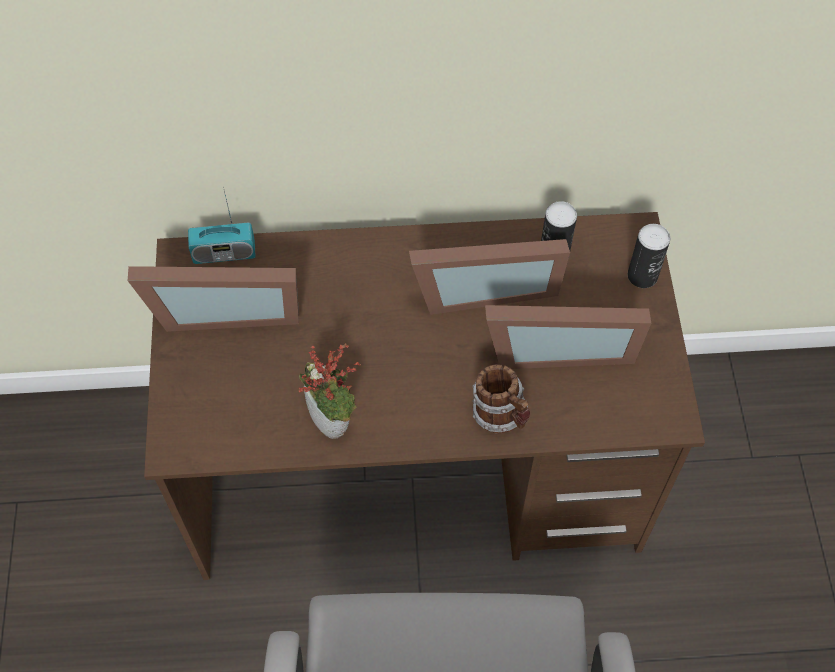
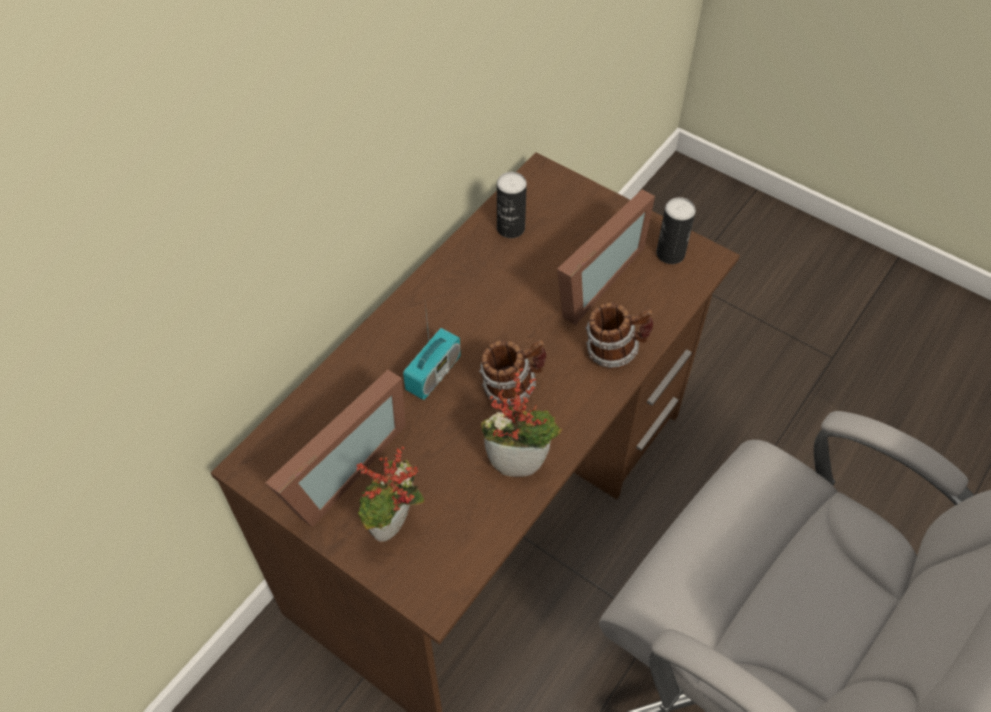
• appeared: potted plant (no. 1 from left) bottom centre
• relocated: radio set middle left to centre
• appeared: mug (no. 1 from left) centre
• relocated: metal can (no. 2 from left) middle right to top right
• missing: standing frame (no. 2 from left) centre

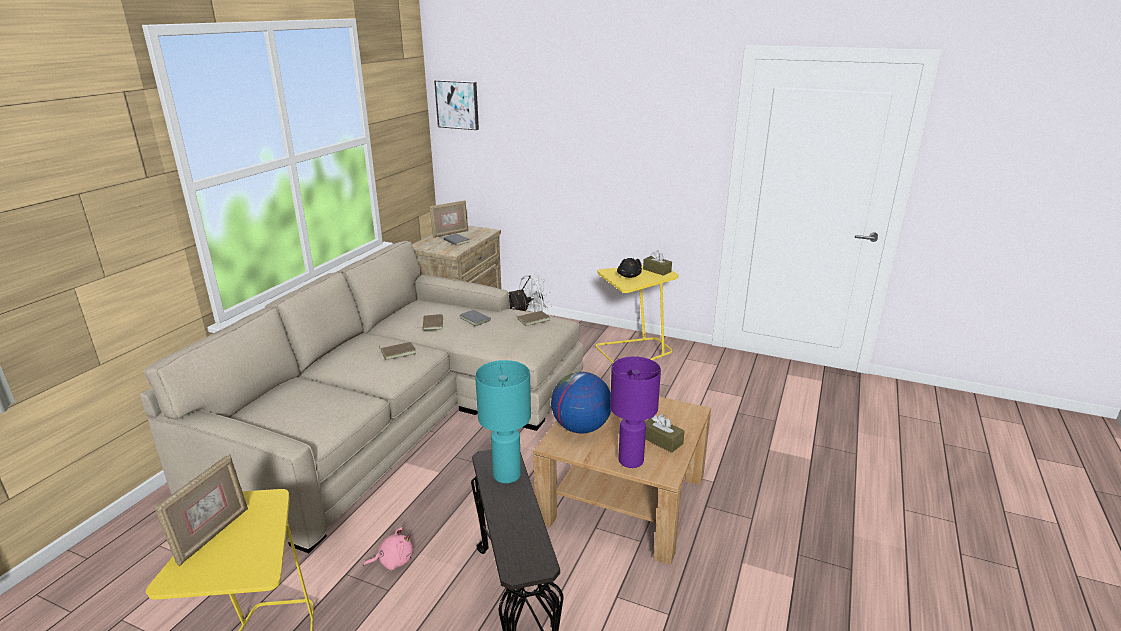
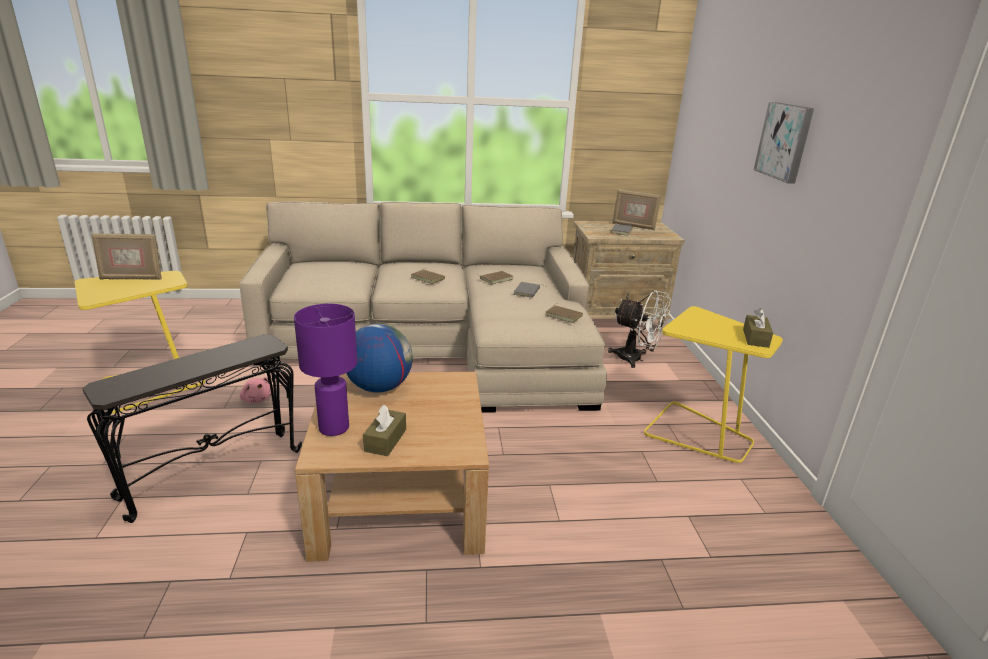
• relocated: picture top centre to top right
• missing: tabletop lamp (turquoise) bottom centre
• missing: cuddly toy (black) centre

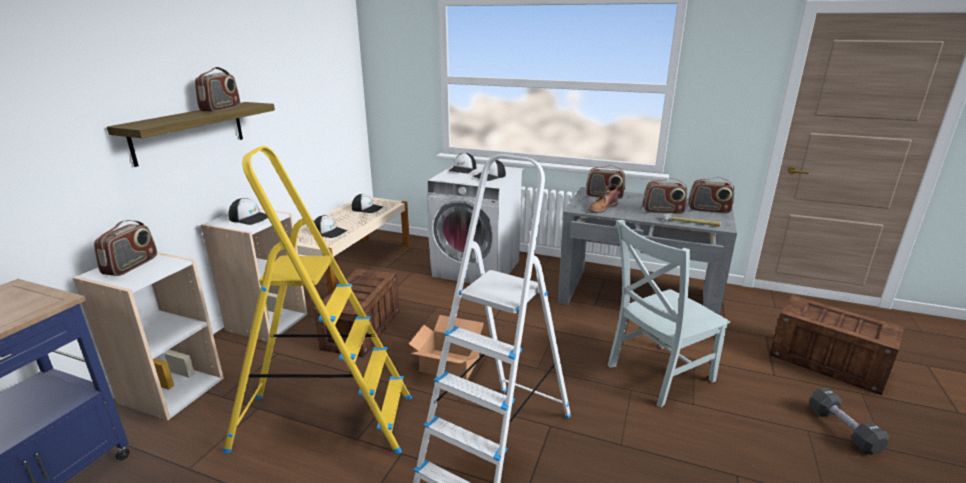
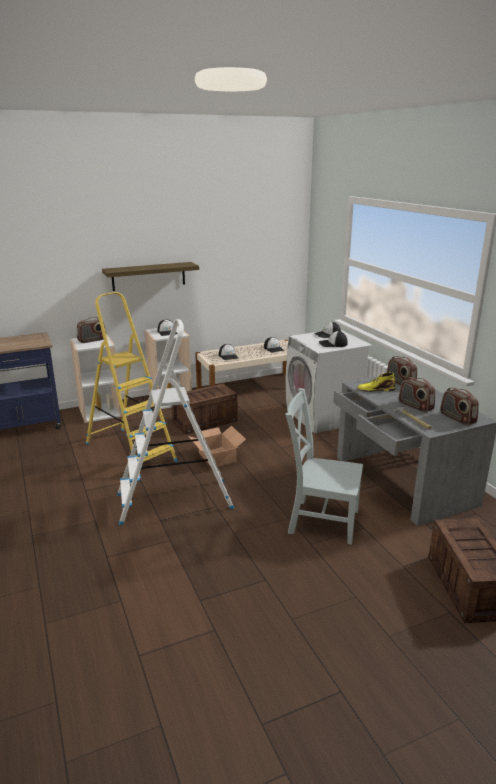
• colour: tall boot (brownish) centre to tall boot (yellowish) middle right
• missing: radio set (no. 2 from left) top left
• missing: hand weight (black) bottom right

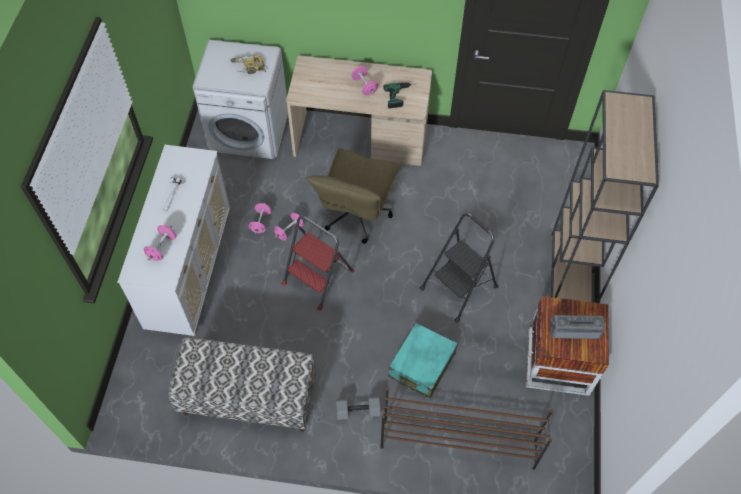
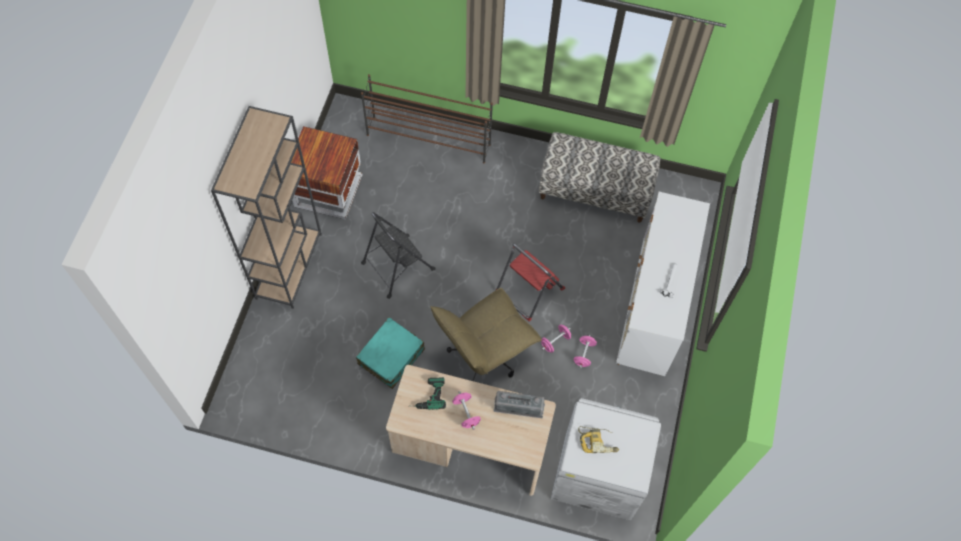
• relocated: suitcase (turquoise) bottom centre to centre
• spun: computer chair (beige) centre = centre 150 degrees counterclockwise
• relocated: radio set middle right to bottom centre
• missing: hand weight (pink-coloured) (no. 1 from left) middle left
• missing: hand weight (gray) bottom centre

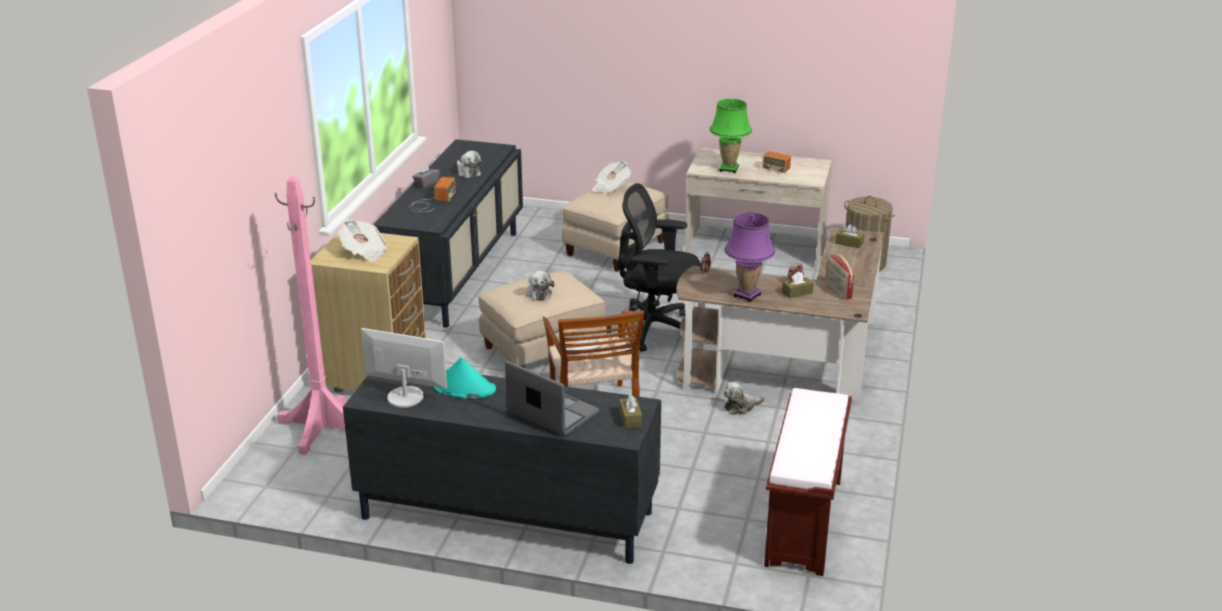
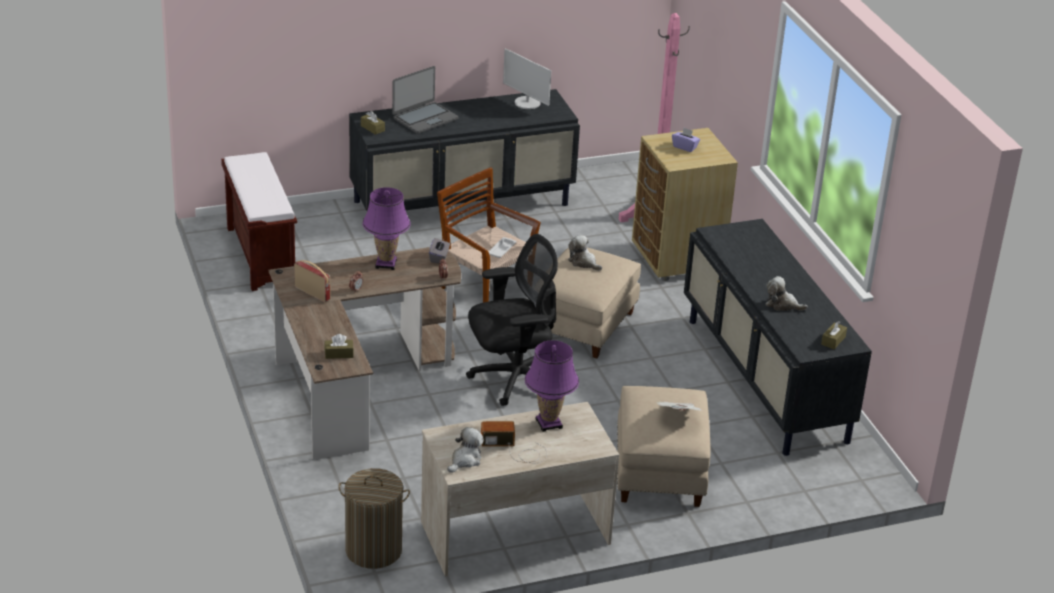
• spun: notebook computer centre = top centre 45 degrees counterclockwise
• relocated: tissue box (gray) top centre to centre
• relocated: cuddly toy (no. 3 from left in the first image) centre to cuddly toy (no. 1 from left) bottom centre
• spun: monitor middle left = top centre 60 degrees clockwise
• colour: tabletop lamp (green) top centre to tabletop lamp (purple-coloured) (no. 2 from left) centre
• exchanged: printed paper (no. 1 from left) middle left to tissue box (purple-coloured) top centre
• relocated: tissue box (brownish) (no. 2 from left in the first image) centre to tissue box (brownish) (no. 3 from left) middle right
• missing: radio set (no. 1 from left) top centre
• missing: clothing hat (turquoise) centre

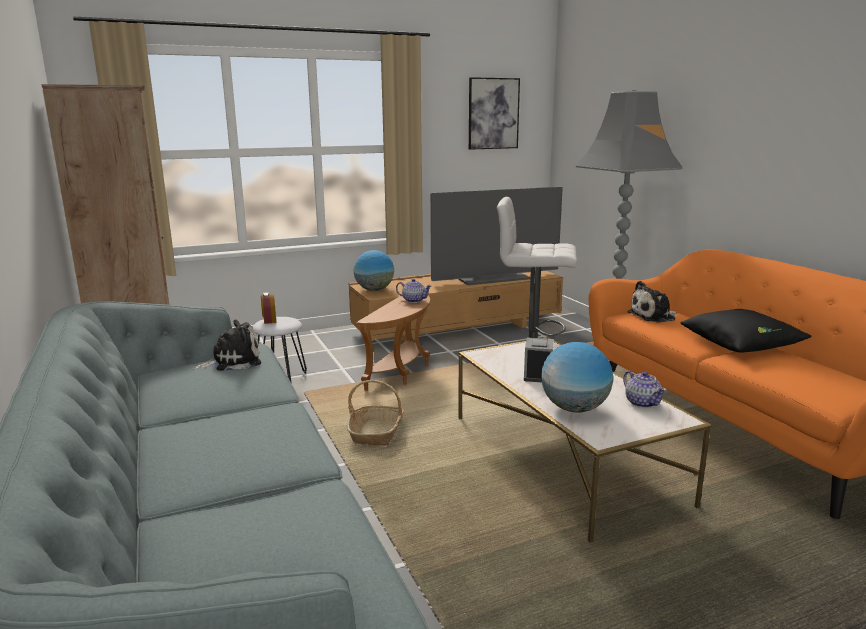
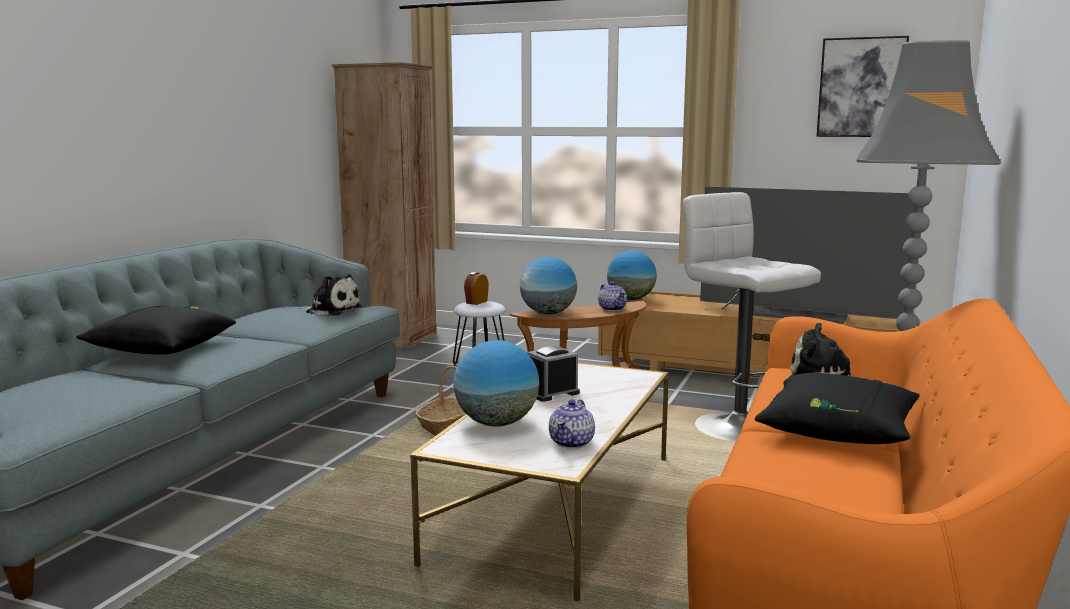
• appeared: pillow (black) (no. 1 from left) middle left
• appeared: world globe (no. 2 from left) centre

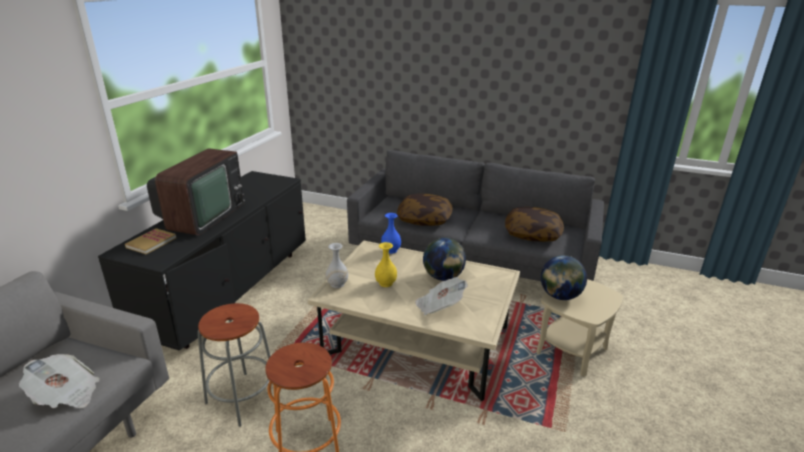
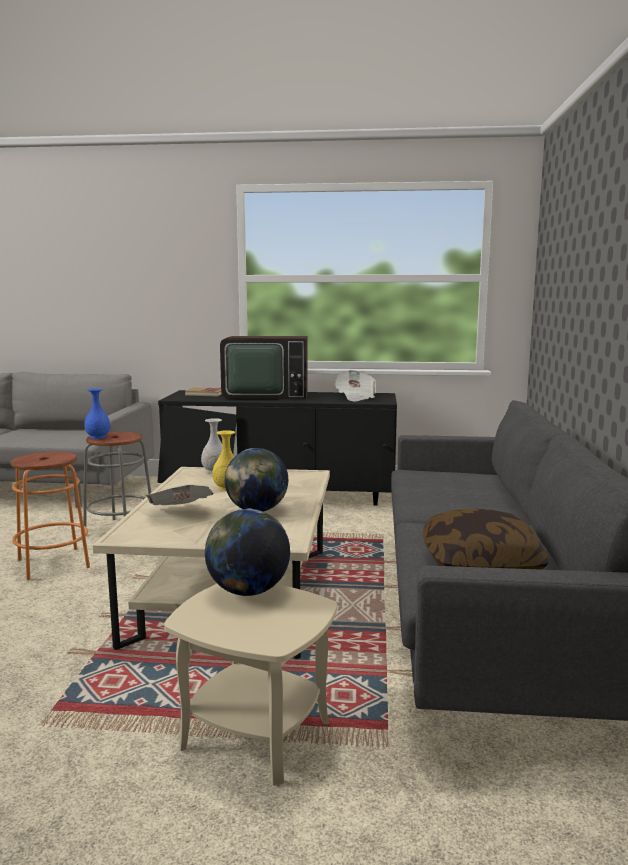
• relocated: flower vase (blue-coloured) centre to middle left
• relocated: printed paper (no. 1 from left in the first image) bottom left to printed paper (no. 2 from left) centre
• missing: pillow (no. 1 from left) centre

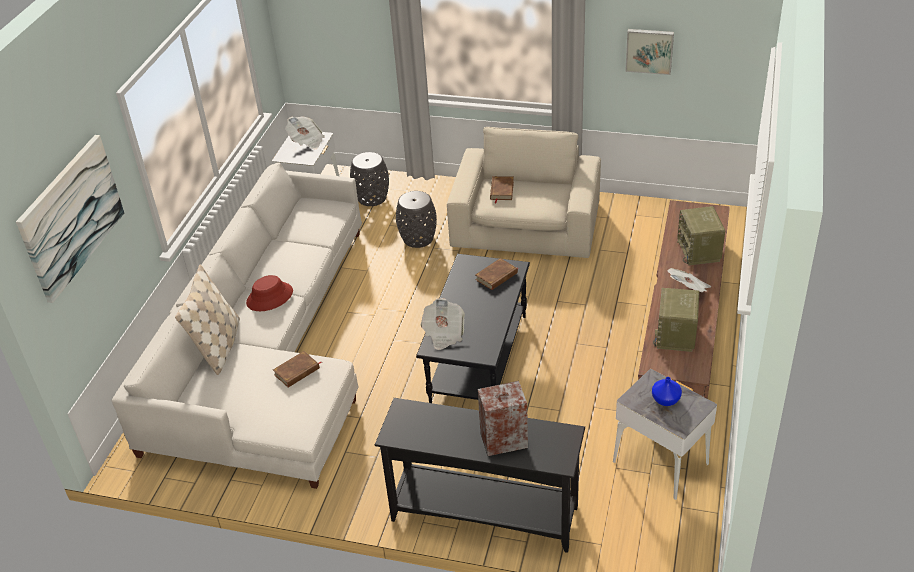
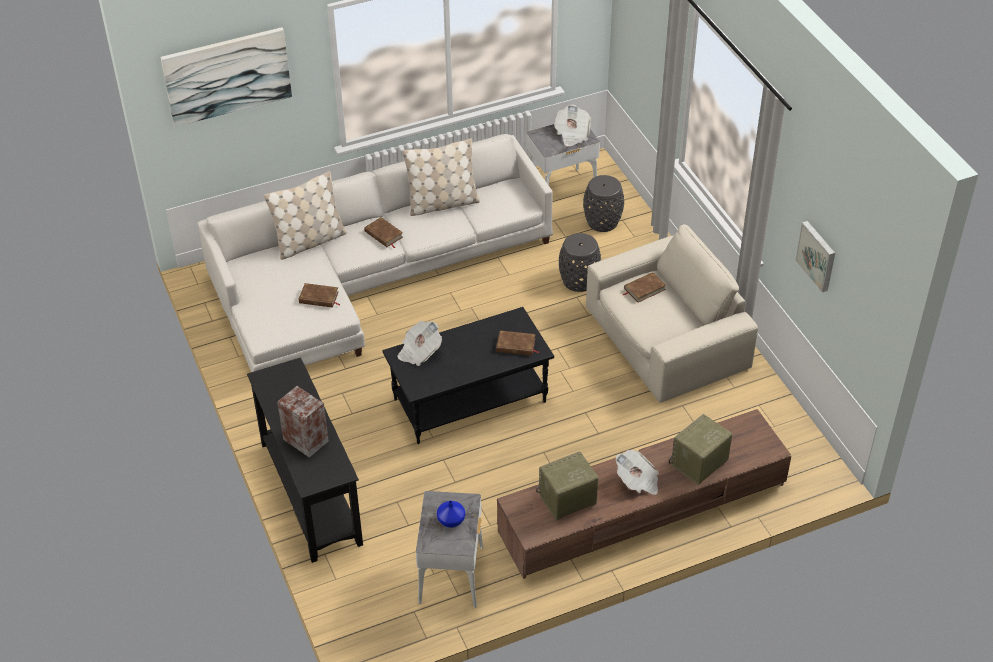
• exchanged: clothing hat (red) middle left to bound book (brownish) (no. 2 from left) centre
• appeared: pillow (beige) (no. 2 from left) top centre

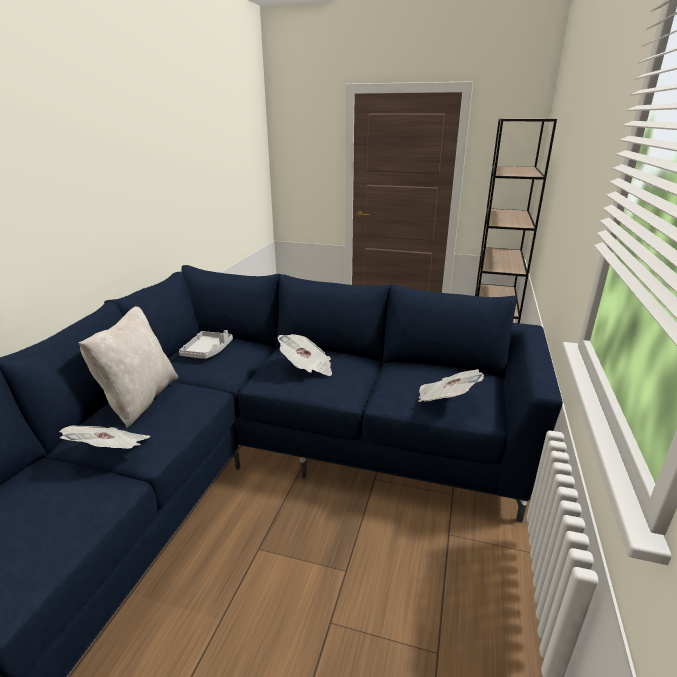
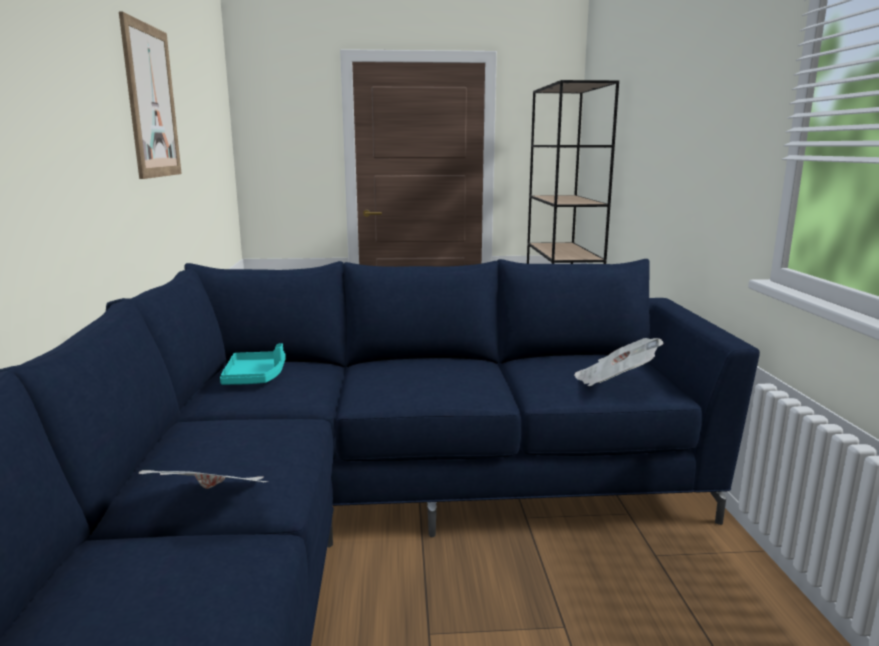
• appeared: picture top left
• colour: carrying tray (gray) middle left to carrying tray (turquoise) middle left
• missing: pillow (beige) middle left
• missing: printed paper (no. 2 from left) centre

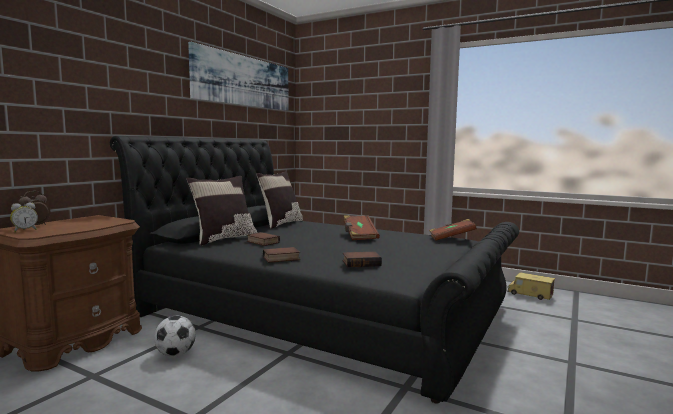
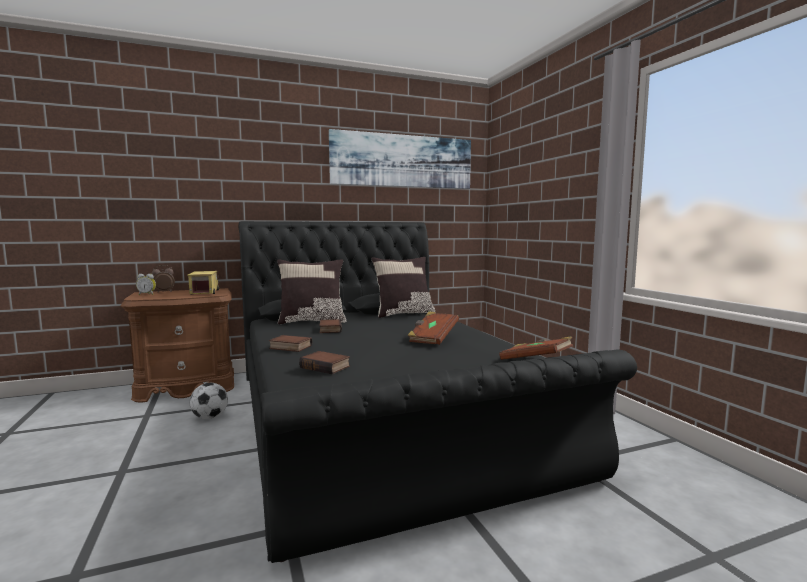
• relocated: toy lorry bottom right to middle left

